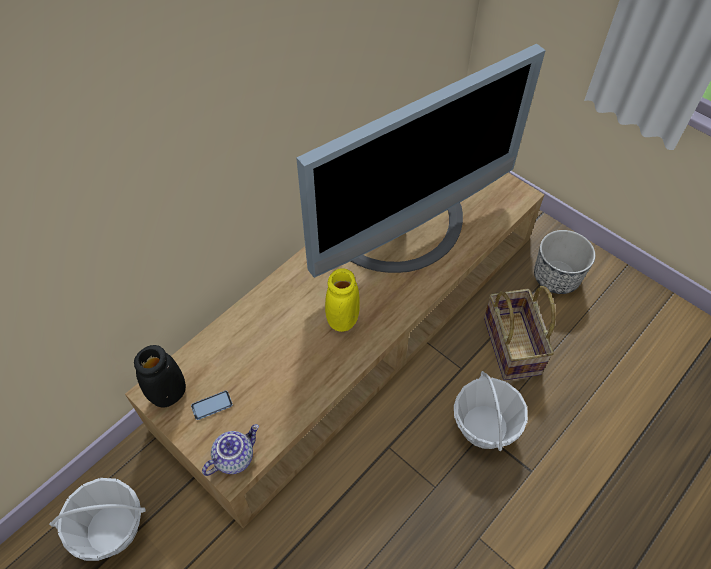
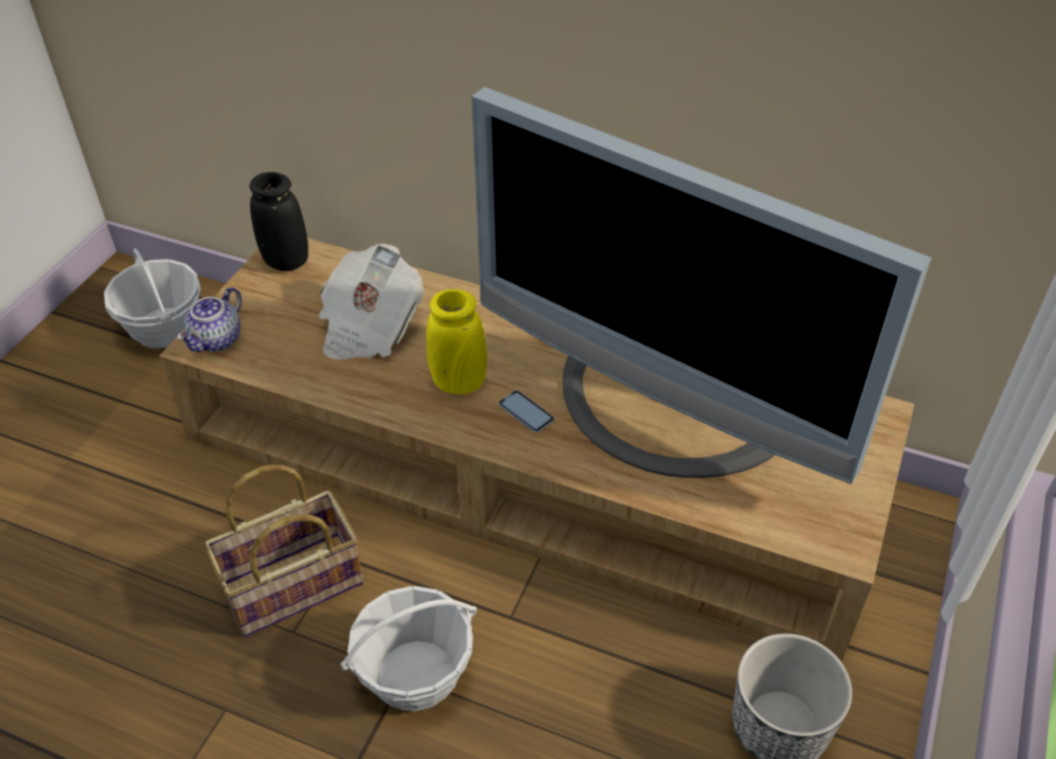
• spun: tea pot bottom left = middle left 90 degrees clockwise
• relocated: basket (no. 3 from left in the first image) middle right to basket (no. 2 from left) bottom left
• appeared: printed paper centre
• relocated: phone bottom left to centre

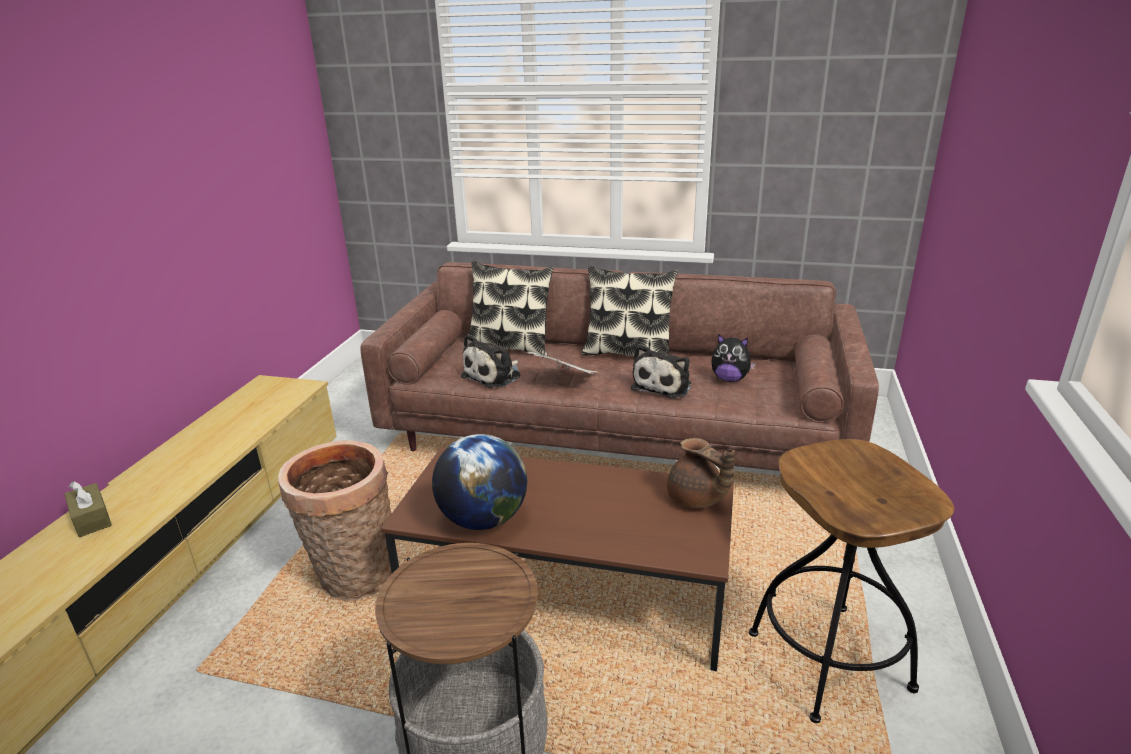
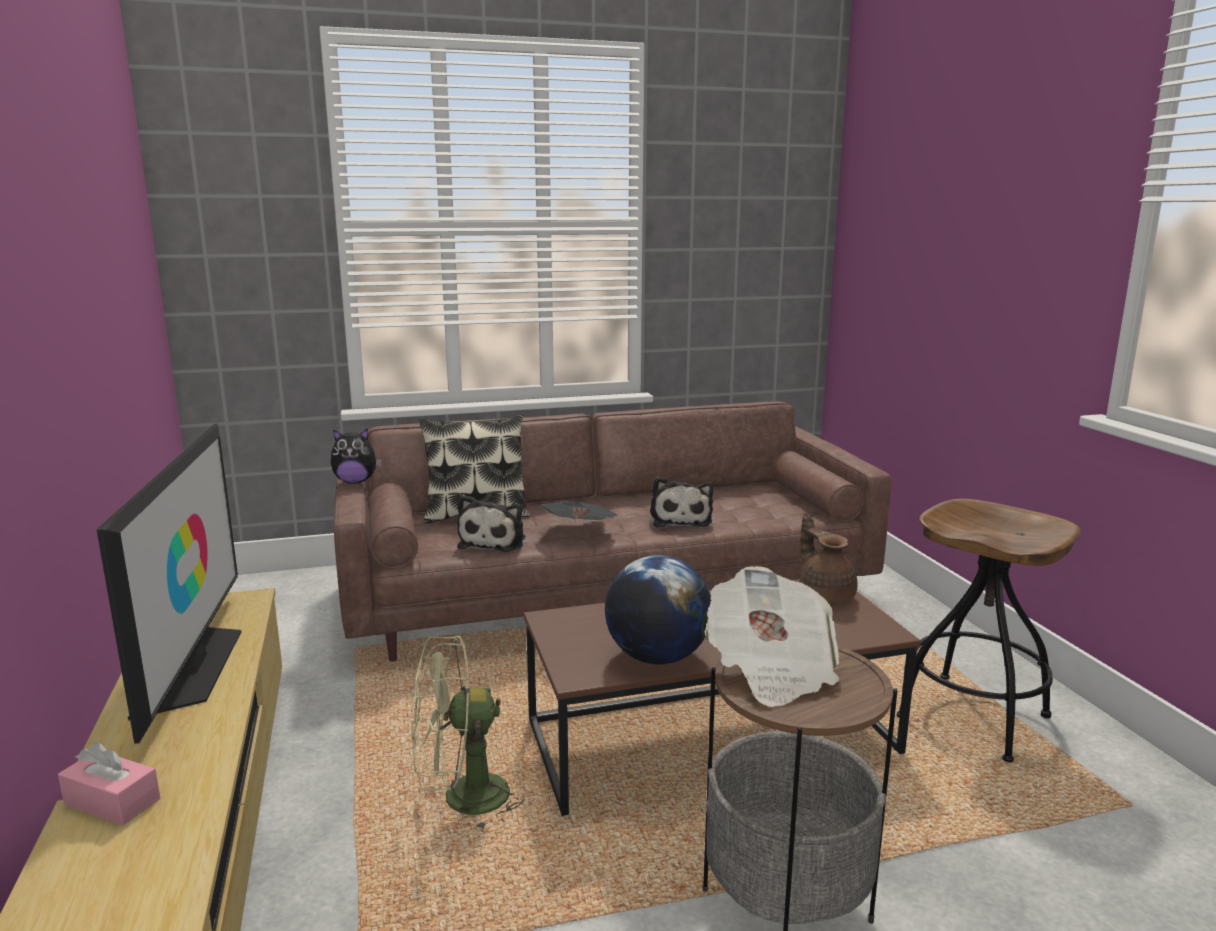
• colour: tissue box (brownish) bottom left to tissue box (pink-coloured) bottom left
• appeared: television middle left
• relocated: cuddly toy (no. 3 from left in the first image) centre to cuddly toy (no. 1 from left) middle left
• exchanged: basket bottom left to cooling fan (green) bottom centre
• appeared: printed paper (no. 2 from left) bottom centre
• spun: tea pot (brownish) centre = middle right 135 degrees counterclockwise
• missing: pillow (no. 2 from left) centre

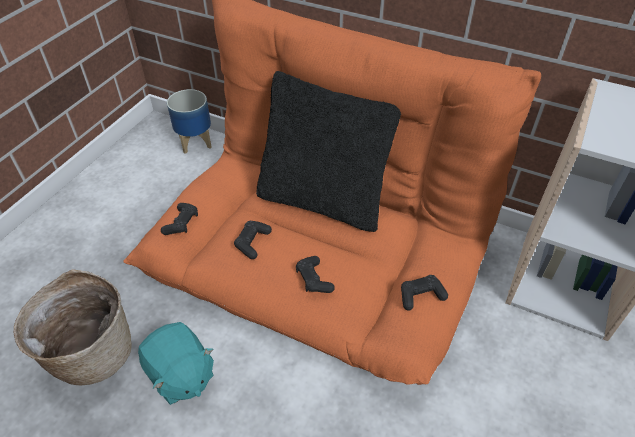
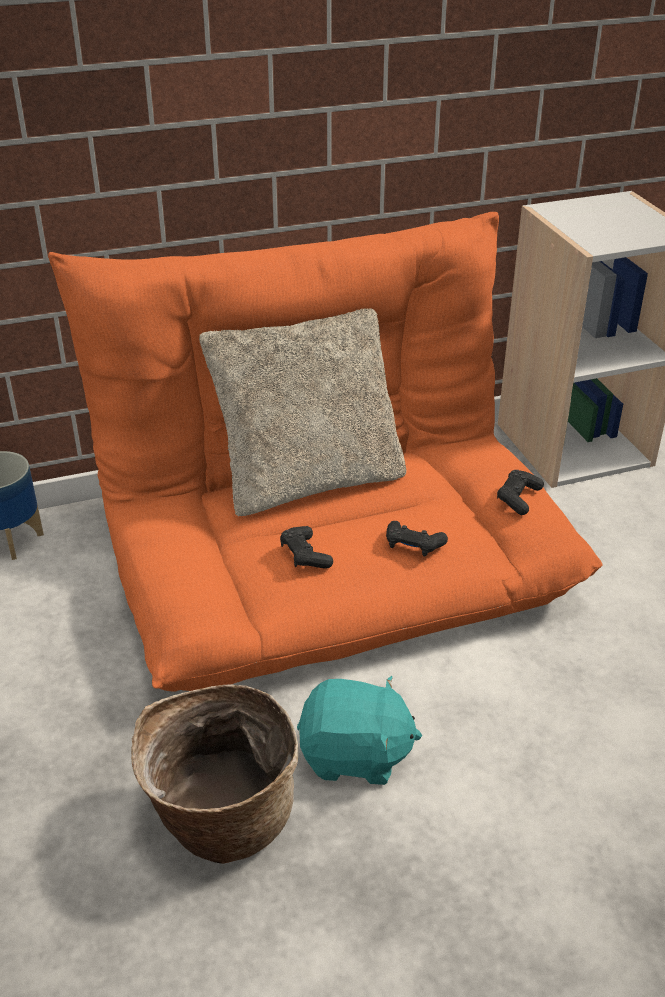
• colour: pillow (black) centre to pillow (beige) centre
• missing: game controller (black) (no. 1 from left) middle left

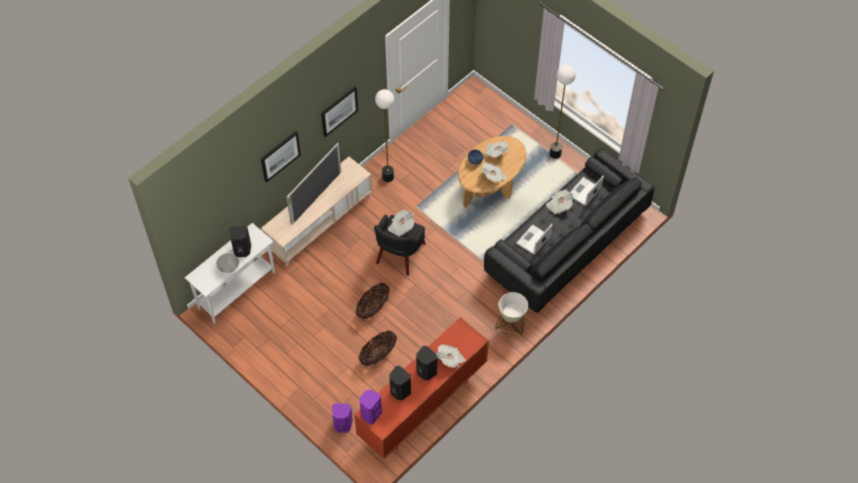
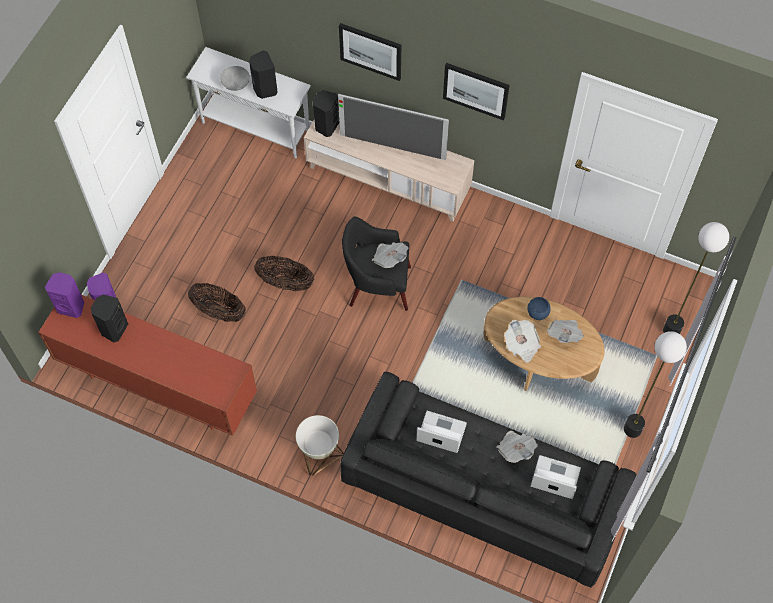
• relocated: speaker (black) (no. 3 from left) bottom centre to top centre
• relocated: standing lamp (no. 1 from left in the first image) top centre to standing lamp (no. 2 from left) middle right
• missing: printed paper (no. 2 from left) bottom centre

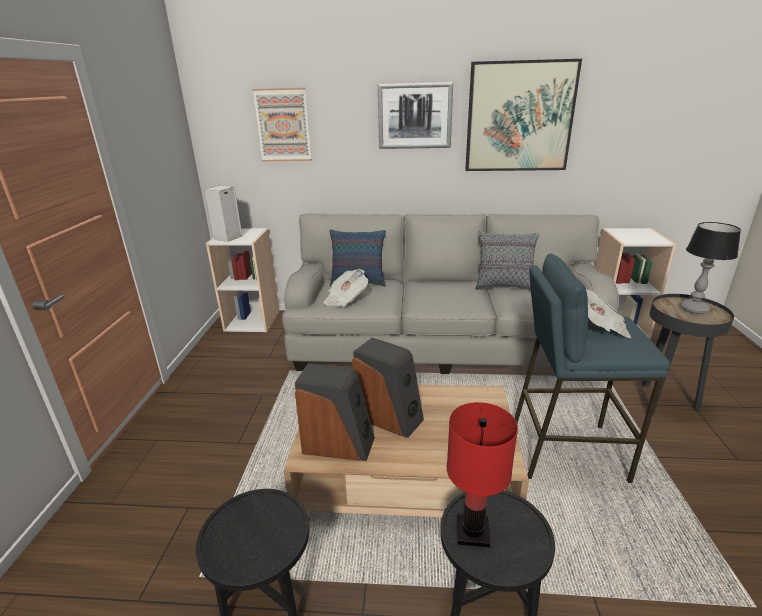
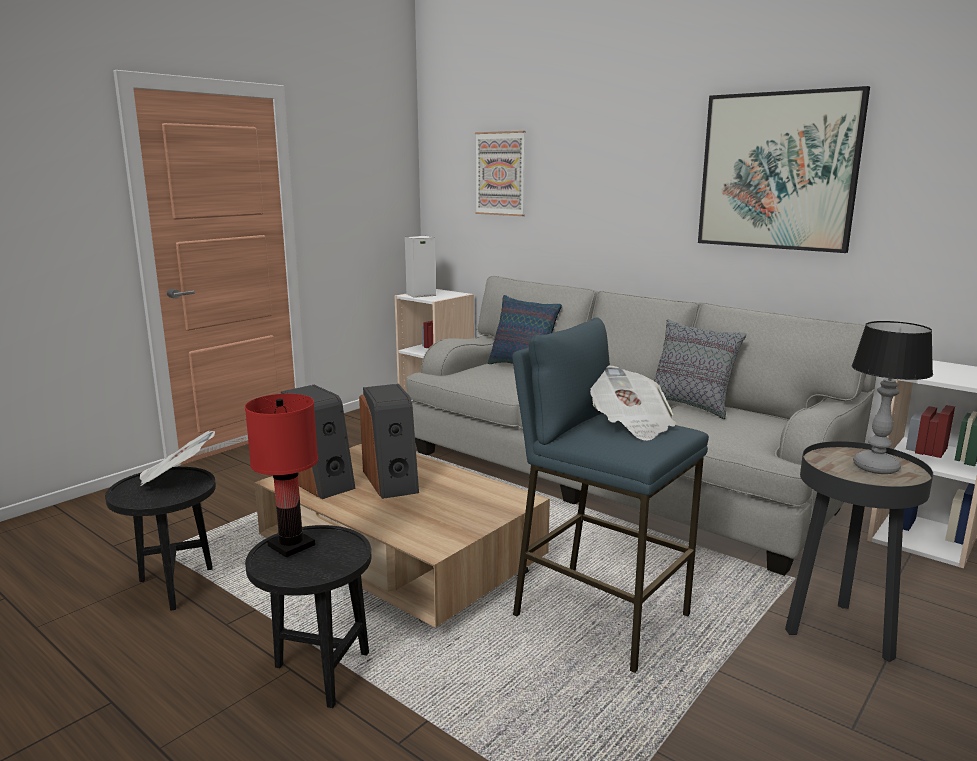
• relocated: printed paper (no. 1 from left) centre to middle left
• missing: picture (no. 2 from left) top centre

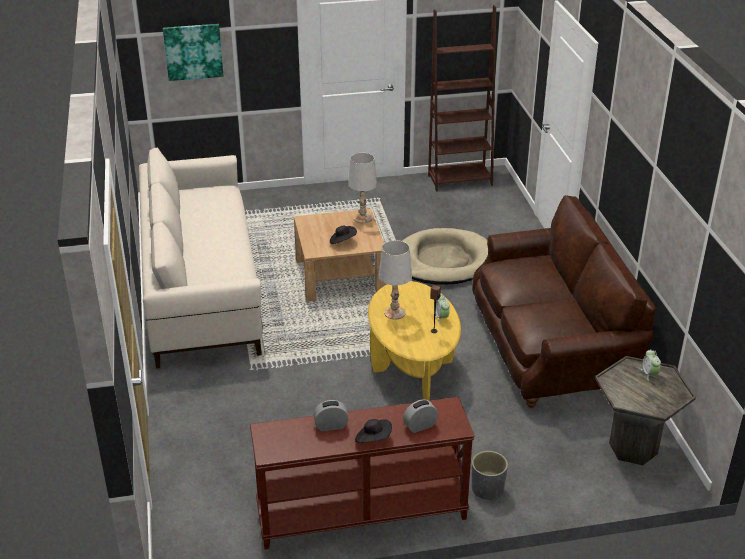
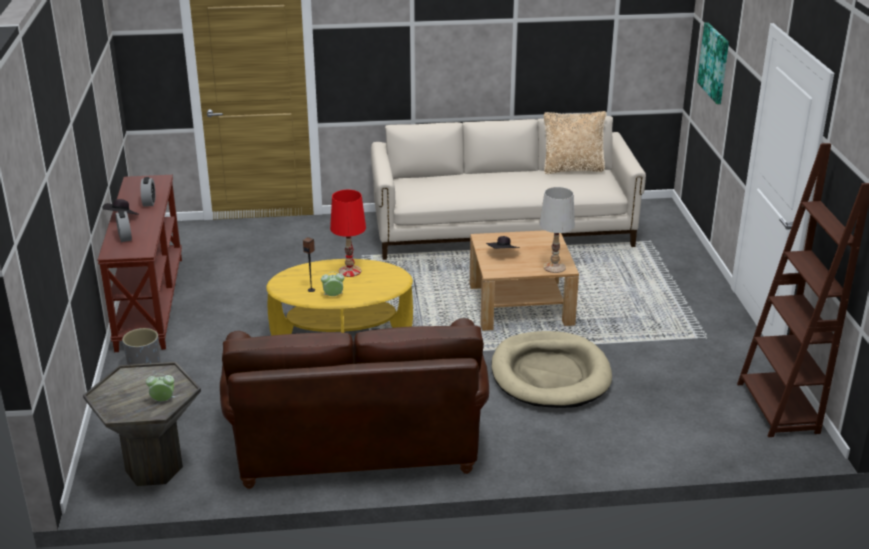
• colour: tabletop lamp (whitish) (no. 2 from left) centre to tabletop lamp (red) centre
• appeared: pillow (beige) top centre

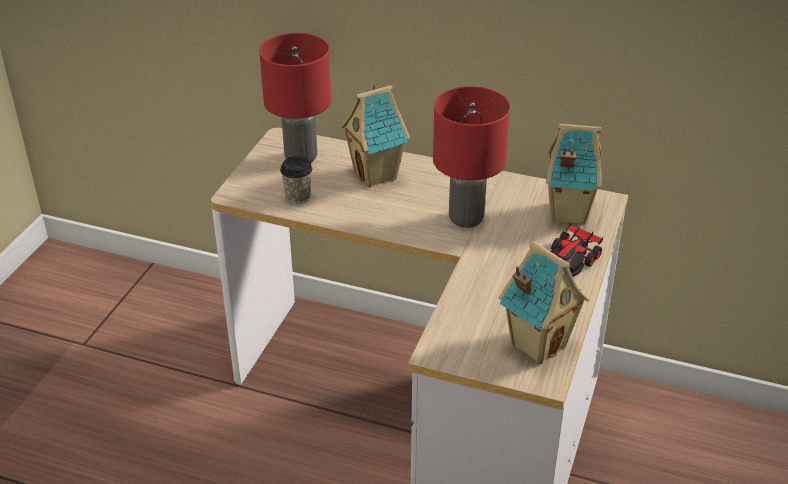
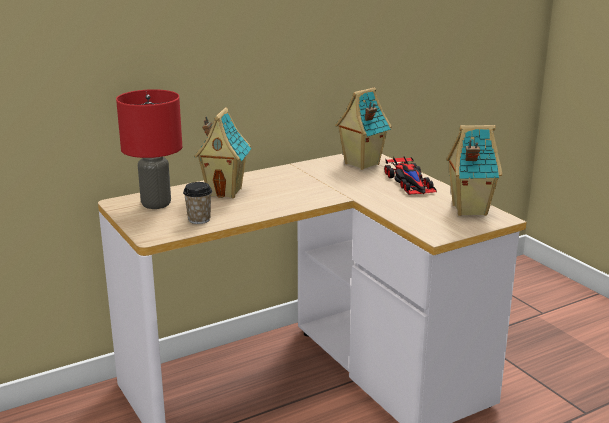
• missing: tabletop lamp (red) (no. 2 from left) top centre

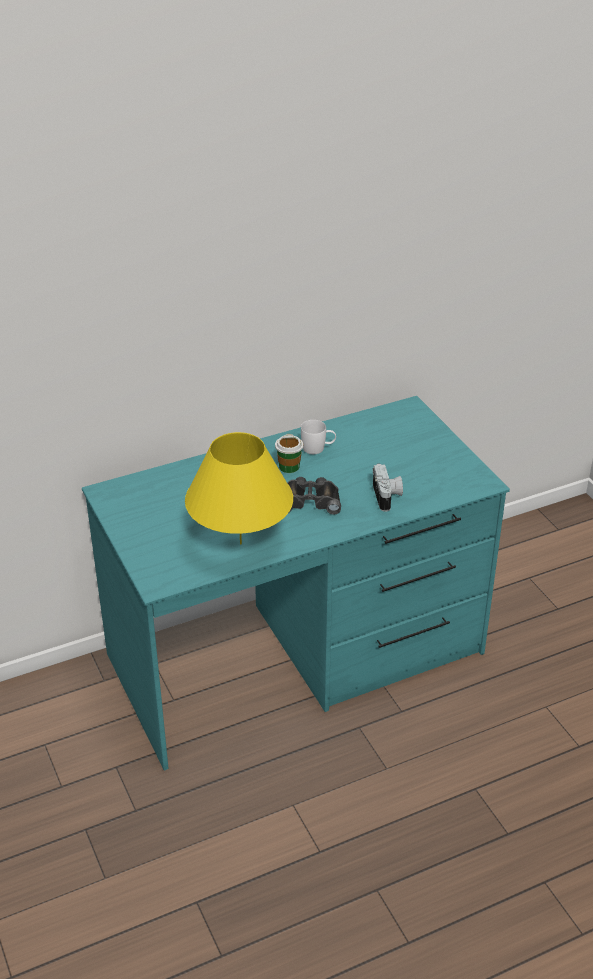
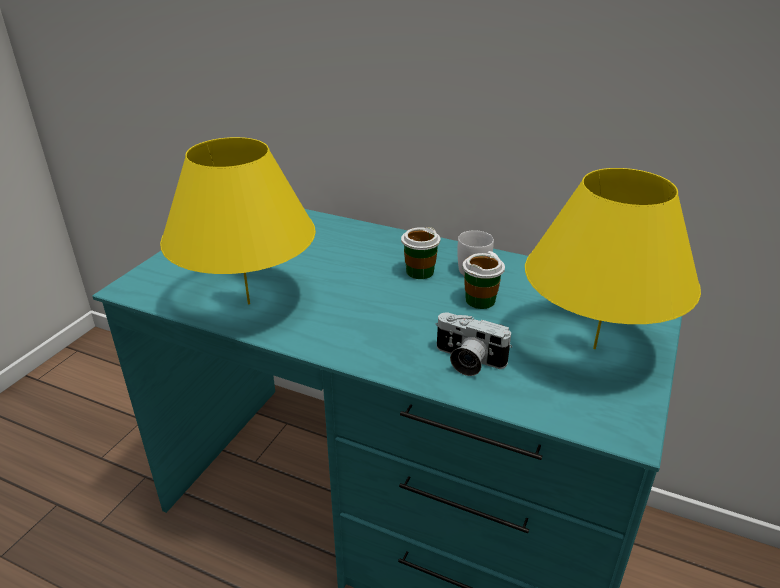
• spun: photo camera centre = centre 75 degrees clockwise
• appeared: drinking cup (no. 2 from left) centre
• appeared: tabletop lamp (yellowish) (no. 2 from left) middle right
• missing: pair of binoculars (black) centre

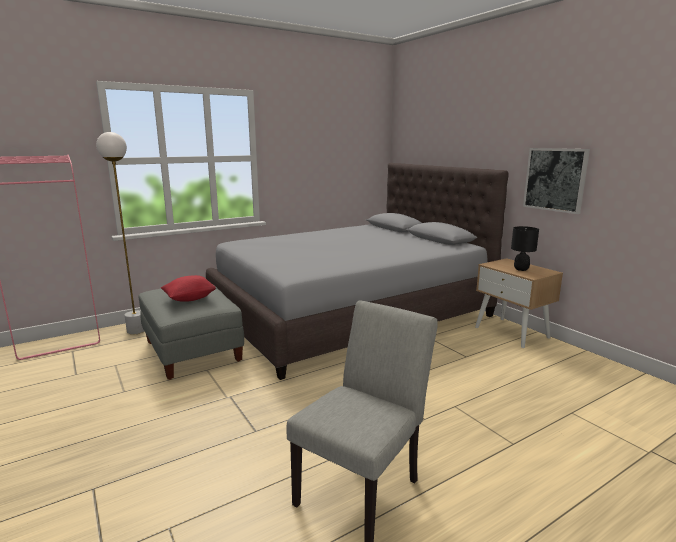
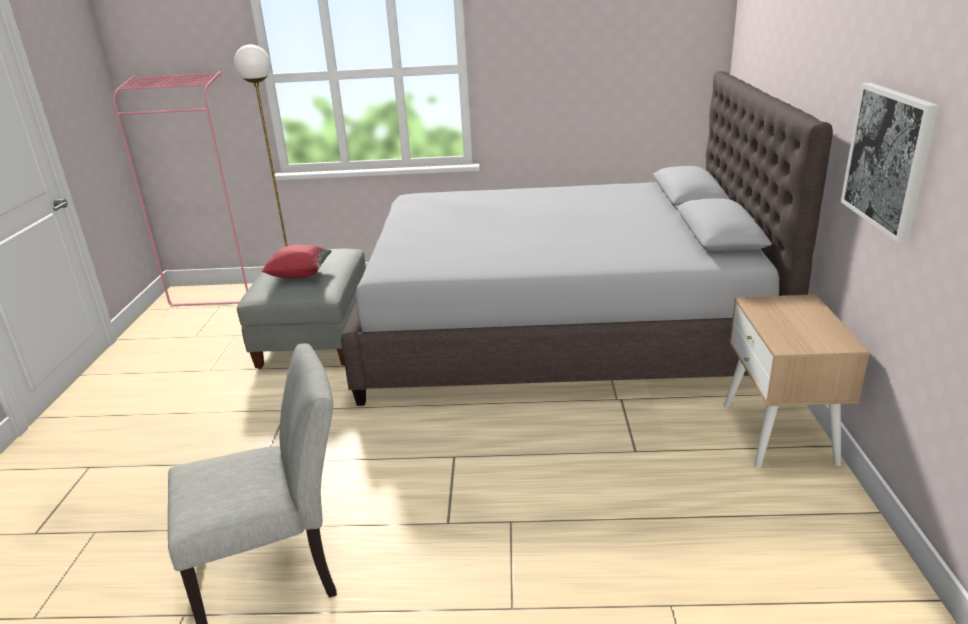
• missing: tabletop lamp (black) middle right

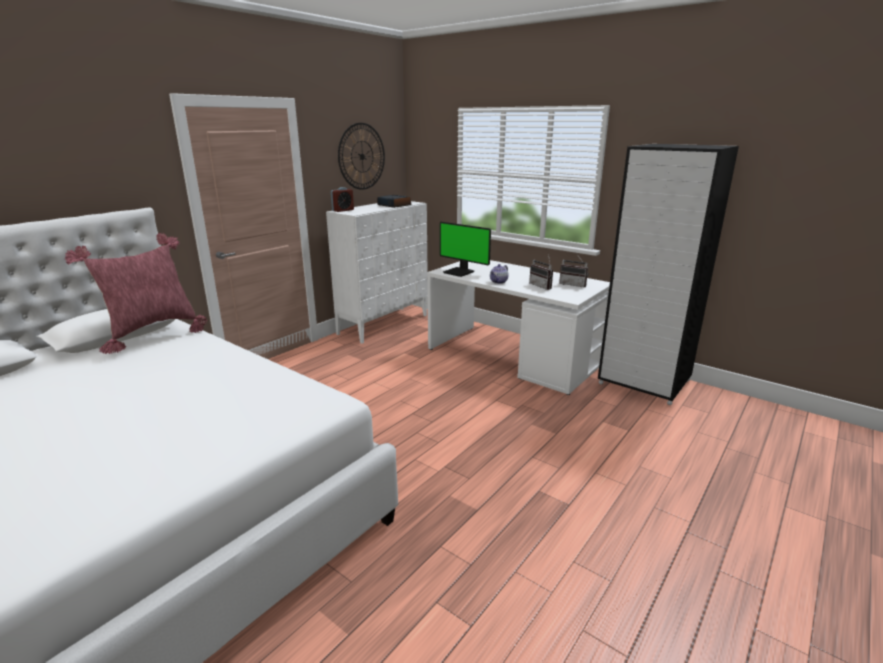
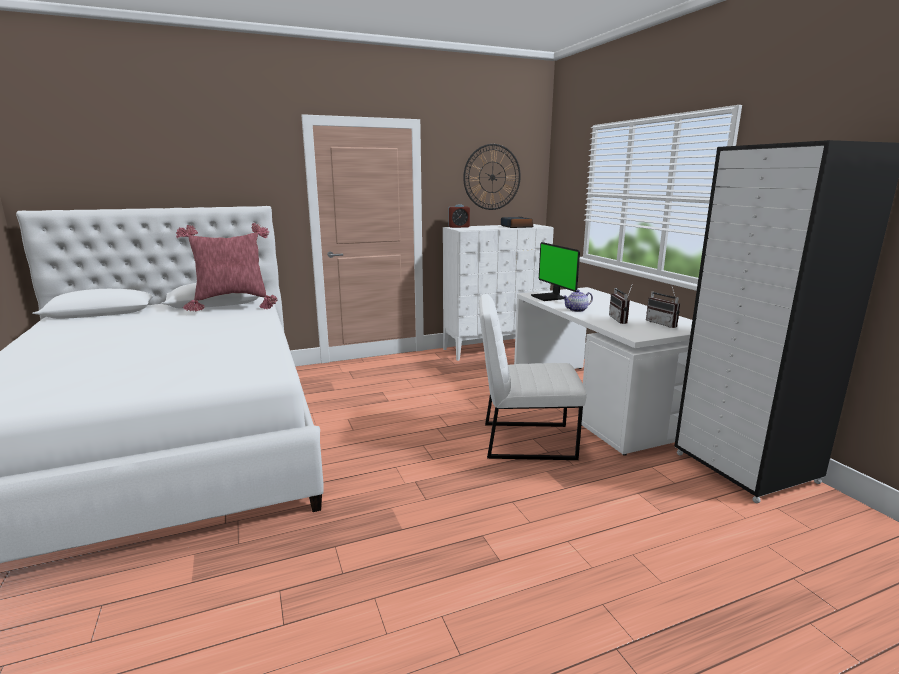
• appeared: plain chair (whitish) centre

